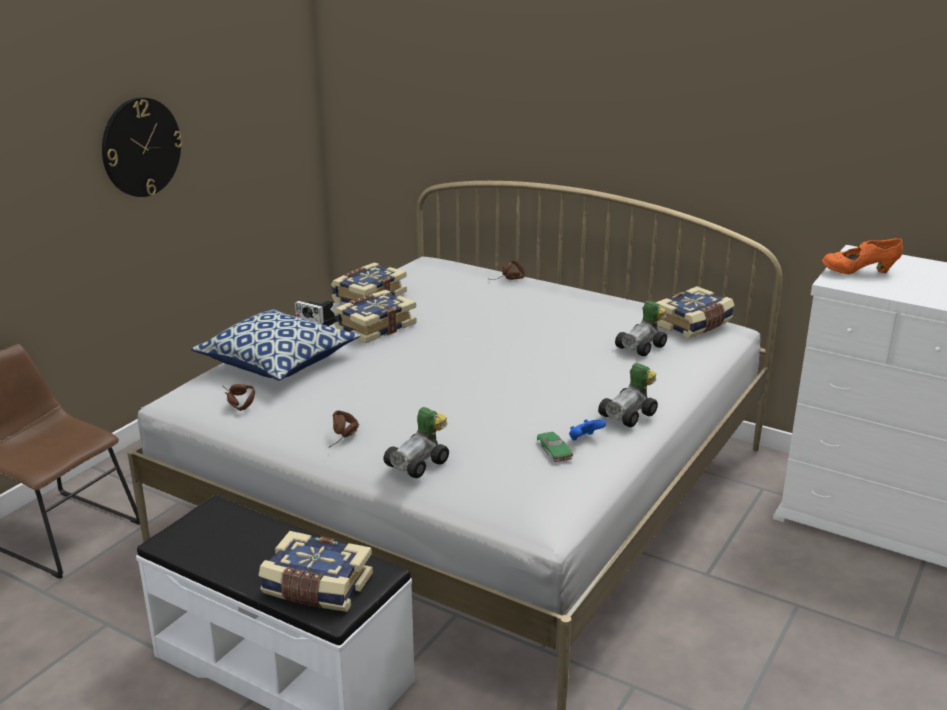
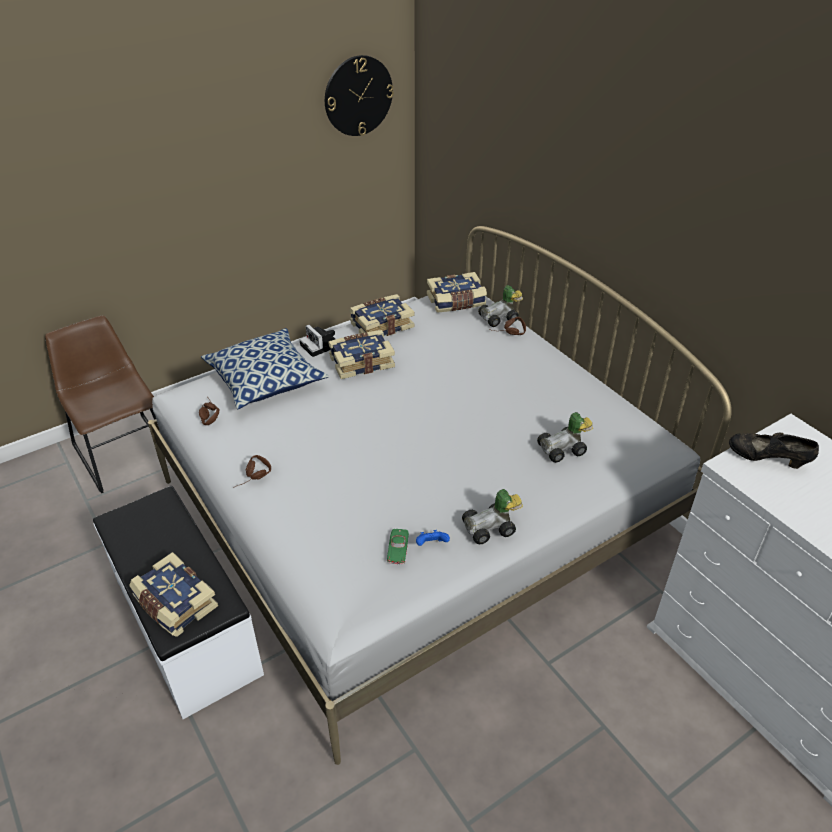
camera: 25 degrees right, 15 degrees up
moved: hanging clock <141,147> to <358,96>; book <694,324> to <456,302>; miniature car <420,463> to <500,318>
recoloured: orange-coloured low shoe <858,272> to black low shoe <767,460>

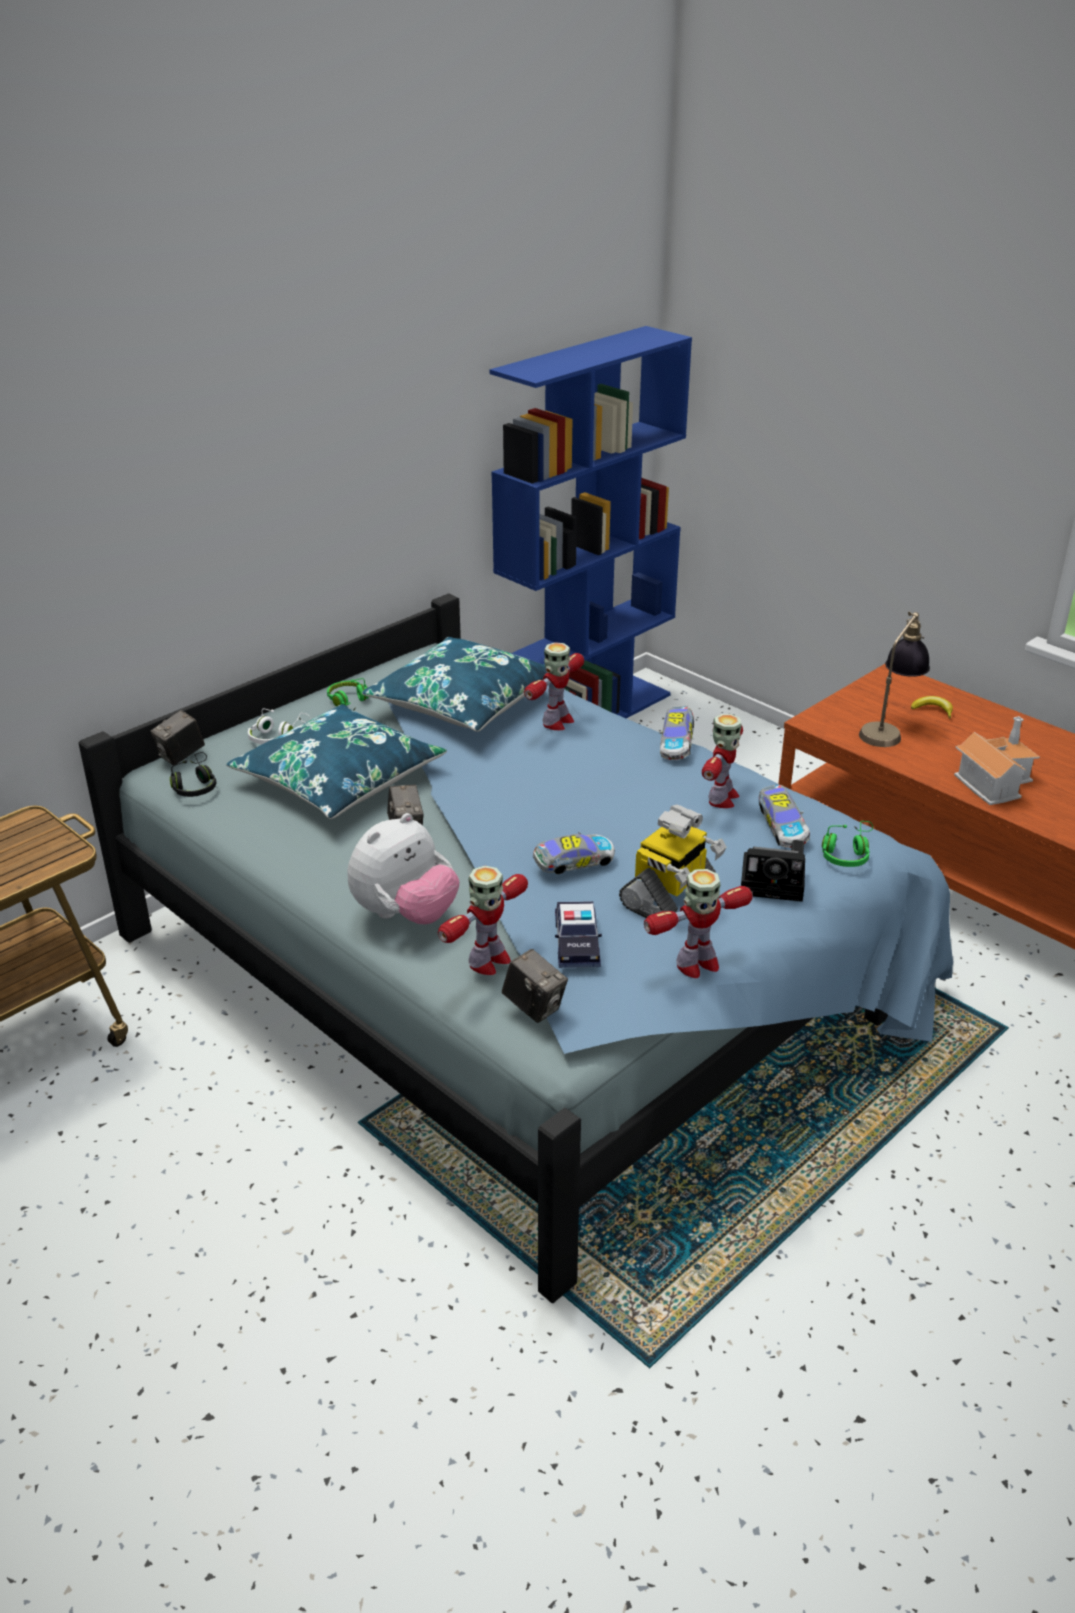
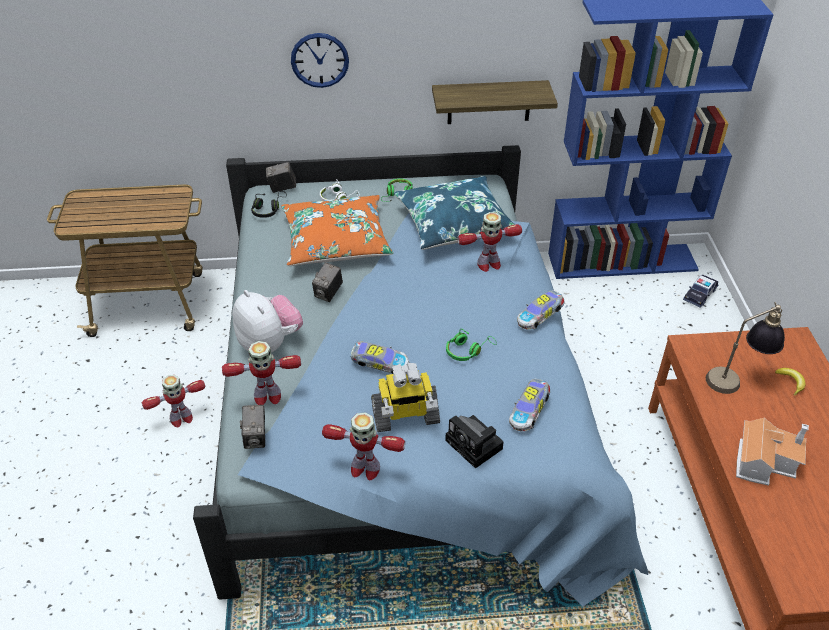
camera: 40 degrees right, 10 degrees up
added: hanging clock <320,60>; wall shelf <489,102>
moved: robot figure <721,799> to <181,418>; green-coloured headset <847,853> to <468,350>; miniature car <577,943> to <700,294>
recoloured: bluish throw pillow <339,779> to orange-coloured throw pillow <336,241>
turned: plush toy <405,914> = <270,343> 120 degrees counterclockwise

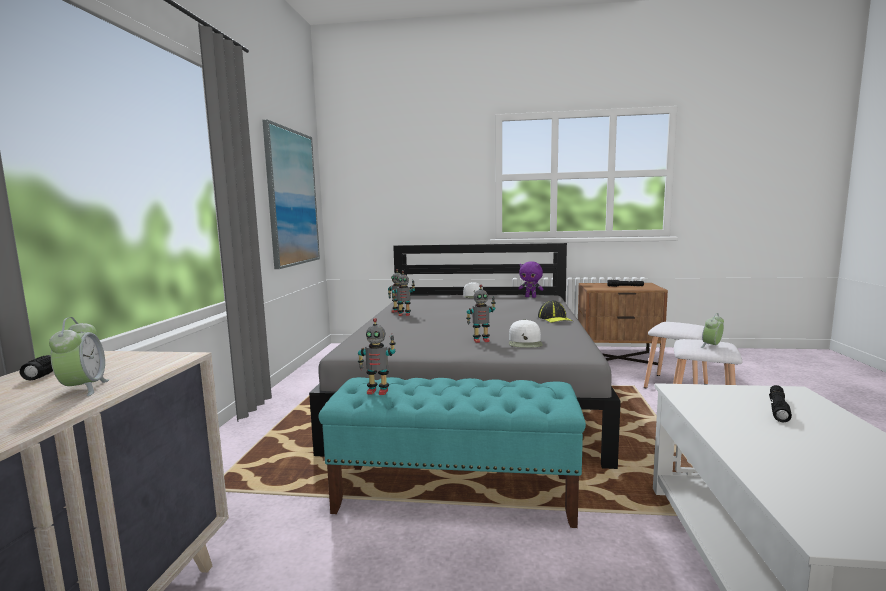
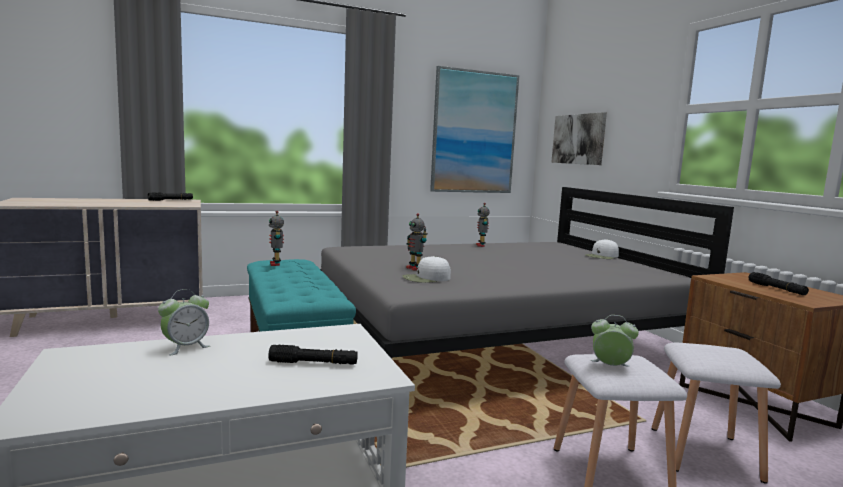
camera: 60 degrees right, 0 degrees up
removed: purple-coloured plush toy <531,297>; robot figure <404,314>; cap <555,319>
added: picture <578,139>
moved: alarm clock <84,389> to <185,347>

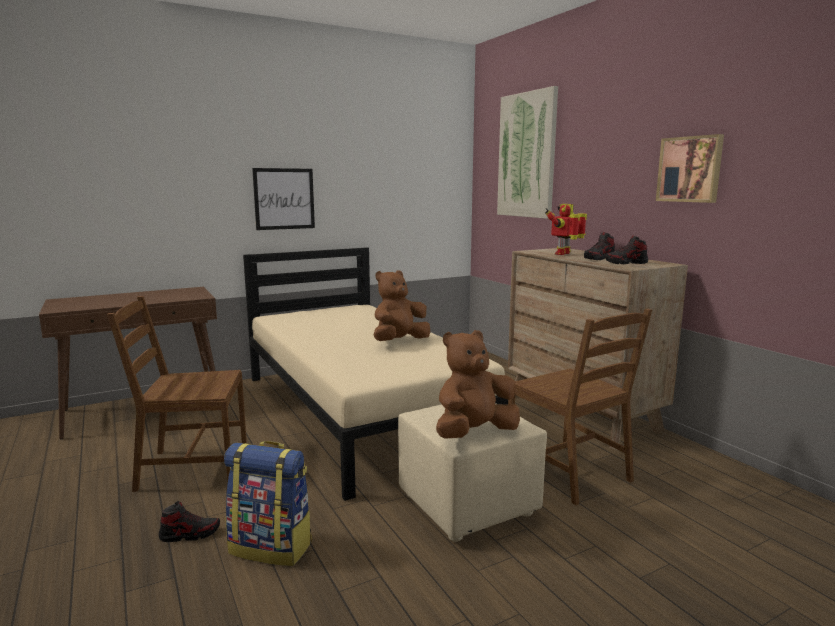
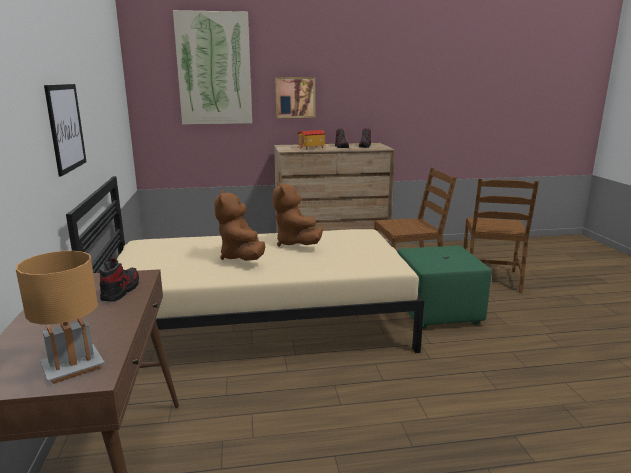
camera: 70 degrees left, 5 degrees up
removed: knapsack <272,547>
added: brownish lamp for a table <73,367>
moved: picture <690,169> to <295,97>; brownish chair <192,468> to <491,279>; brownish plush toy <474,433> to <242,258>; low shoe <190,534> to <120,290>
replaced: robot figure <564,254> to miniature house <311,148>
recoloured: beige-coloured pouffe <468,504> to green-coloured pouffe <436,312>

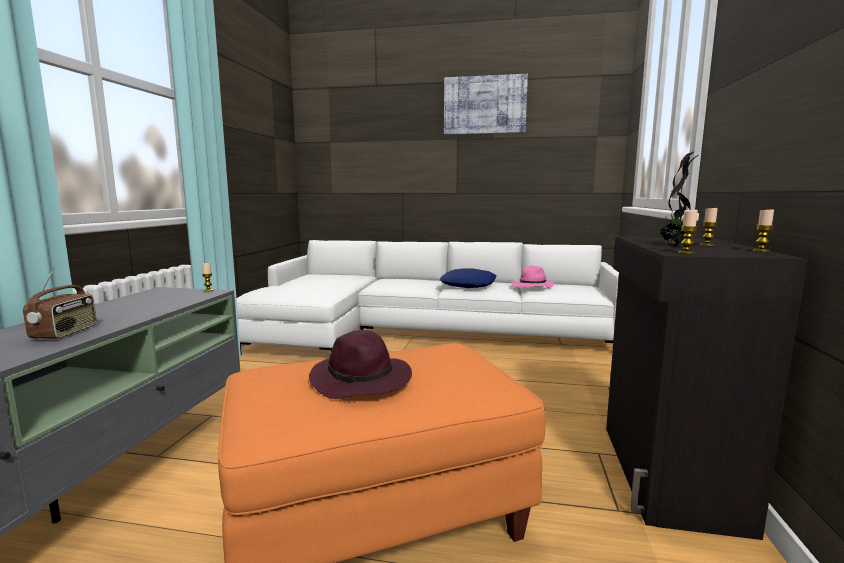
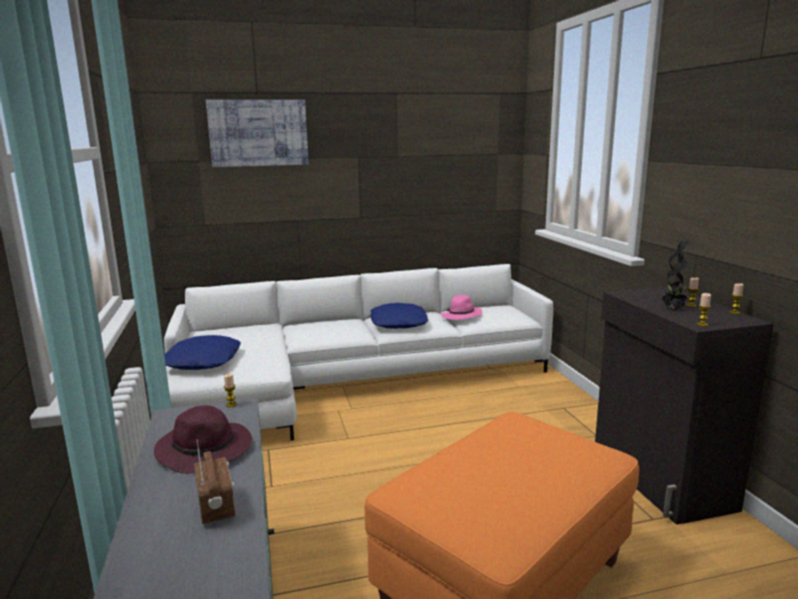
camera: 25 degrees left, 5 degrees up
added: bluish throw pillow <204,361>
moved: picture <484,105> to <258,133>; purple-coloured wearable hat <362,381> to <206,451>

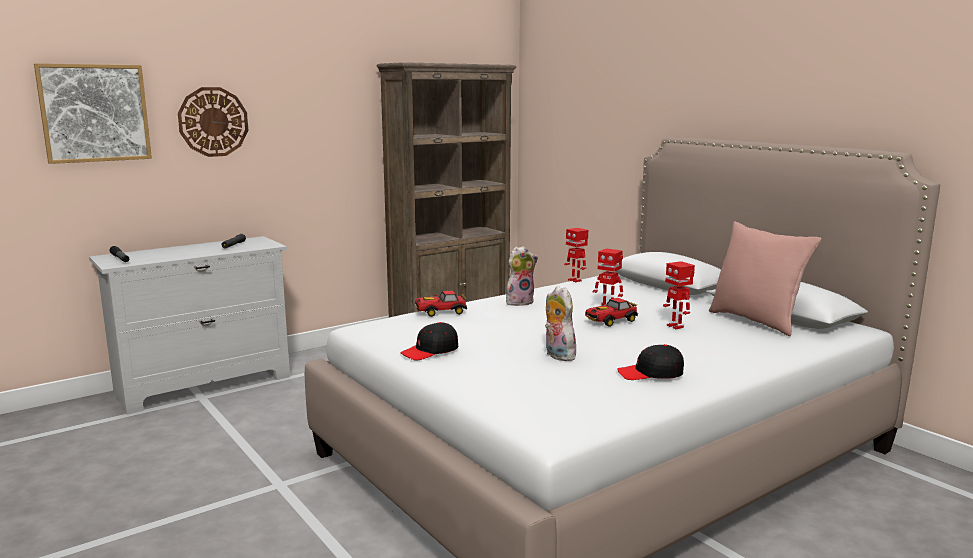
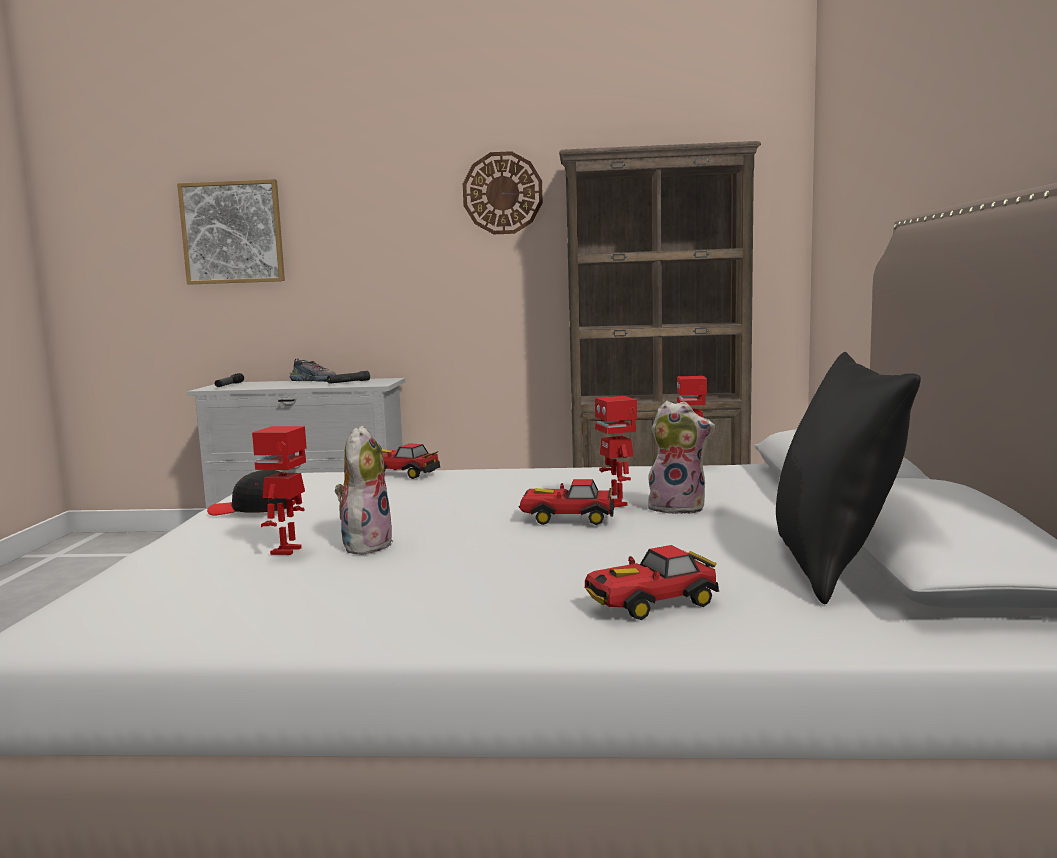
camera: 40 degrees right, 5 degrees down
removed: black cap <651,373>
added: low shoe <314,381>; miniature car <651,604>
moved: hanging clock <213,122> to <502,193>; plush toy <520,302> to <678,508>; robot figure <676,326> to <288,551>
recoloured: pink-coloured throw pillow <756,321> to black throw pillow <833,567>

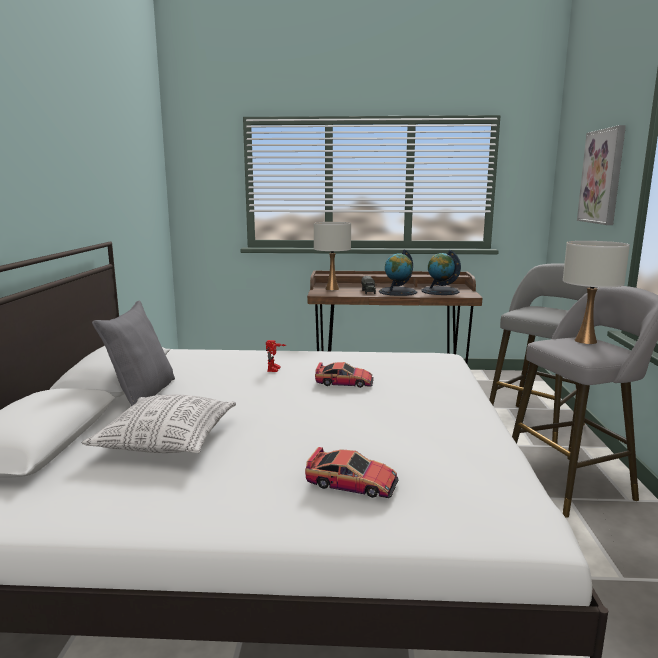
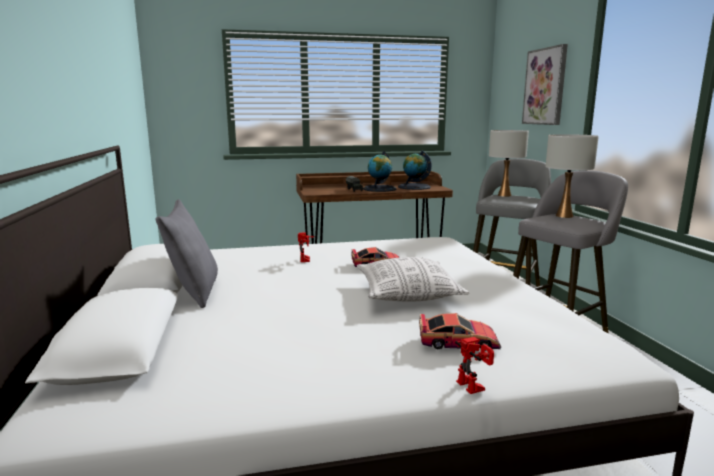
camera: 15 degrees left, 0 degrees up
added: robot figure <474,386>
moved: white lamp for a table <332,289> to <504,195>; throw pillow <167,441> to <407,294>

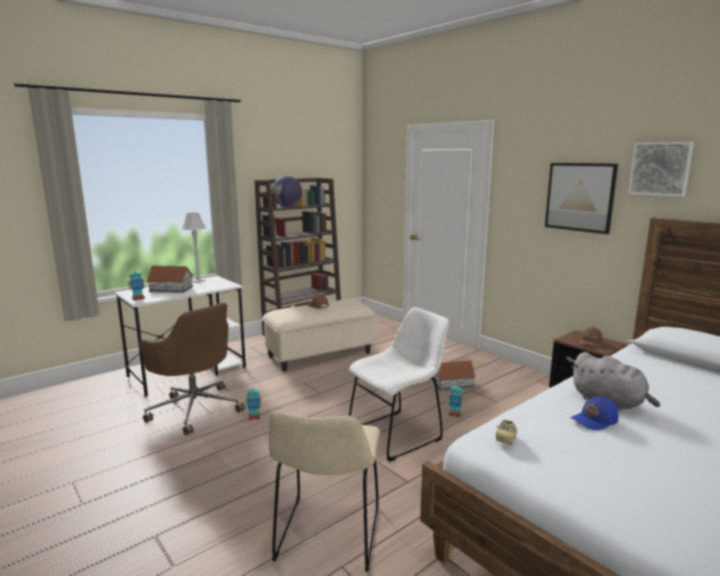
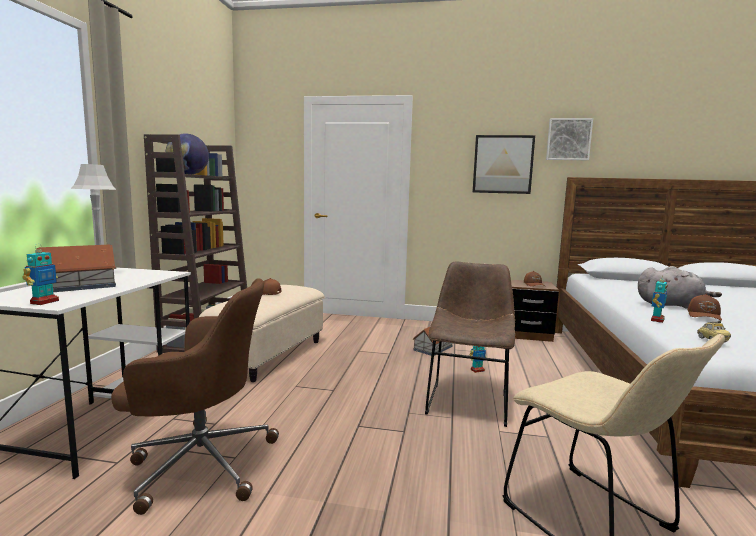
camera: 40 degrees left, 5 degrees down
moved: robot figure <254,417> to <656,320>
recoloured: white chair <398,433> to brownish chair <468,400>; bluish cap <595,421> to brownish cap <705,316>

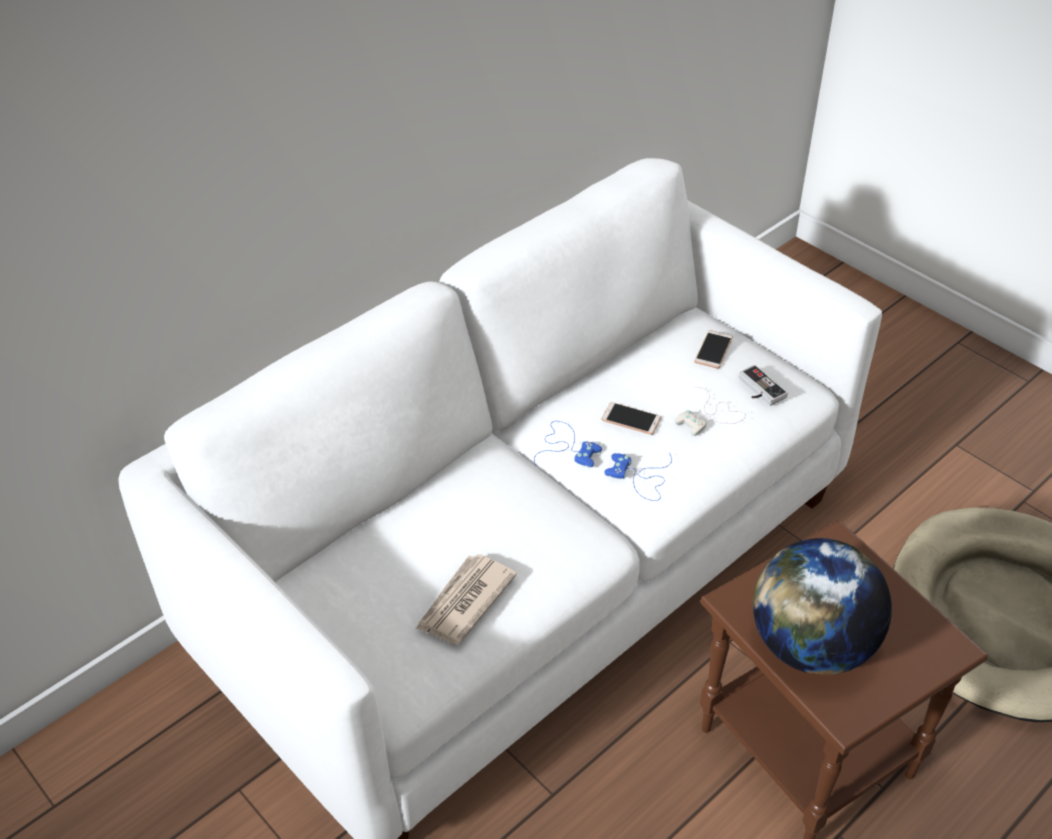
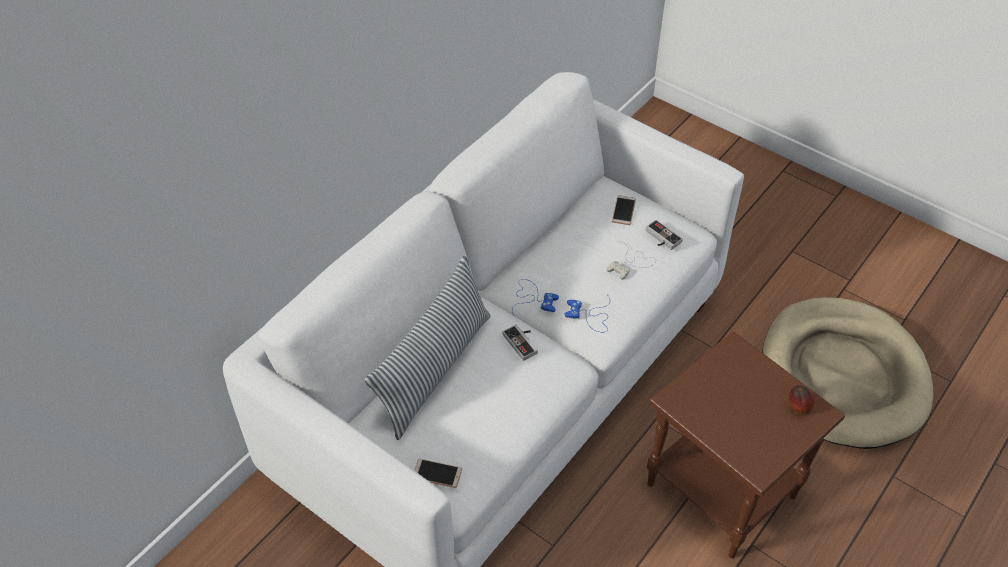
camera: 10 degrees left, 5 degrees up
removed: world globe <810,646>; newspaper <464,602>
added: throw pillow <435,369>; game controller <523,342>; apple <797,408>
moved: telephone <631,419> to <437,473>

